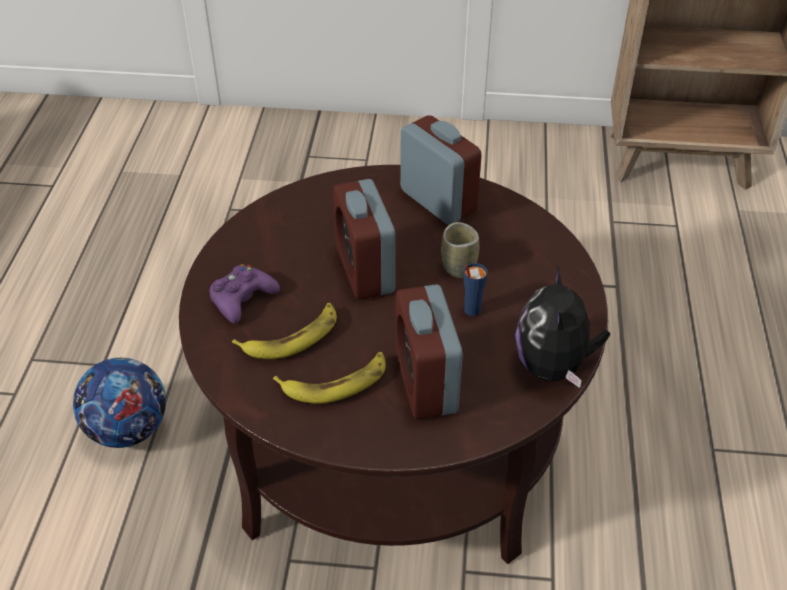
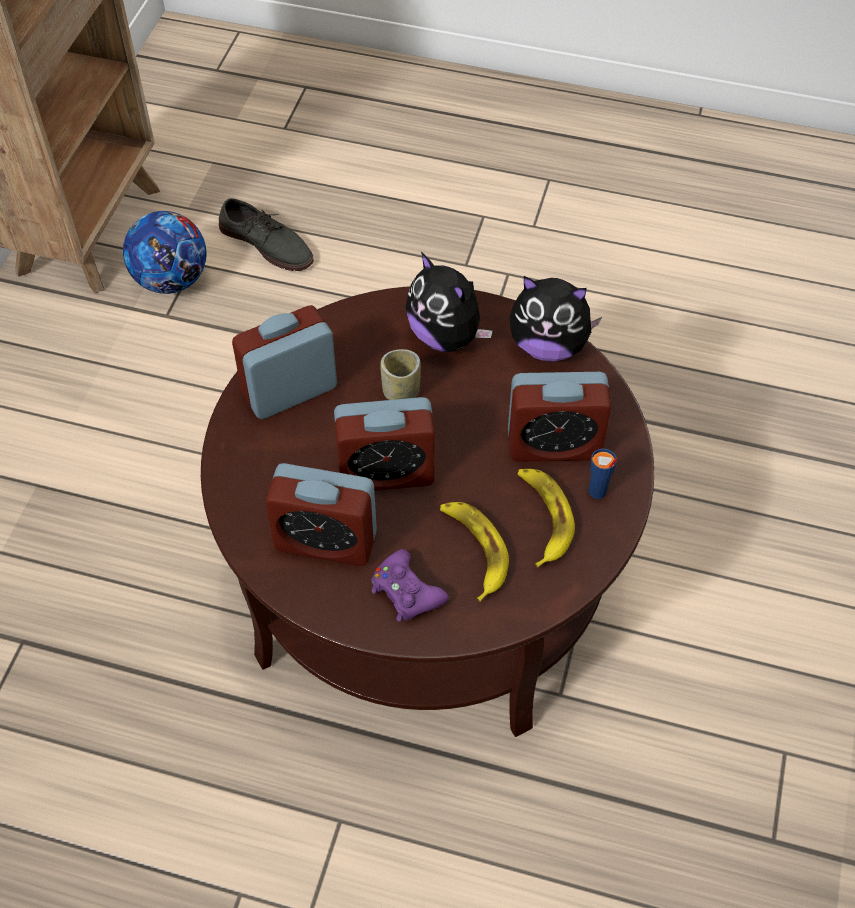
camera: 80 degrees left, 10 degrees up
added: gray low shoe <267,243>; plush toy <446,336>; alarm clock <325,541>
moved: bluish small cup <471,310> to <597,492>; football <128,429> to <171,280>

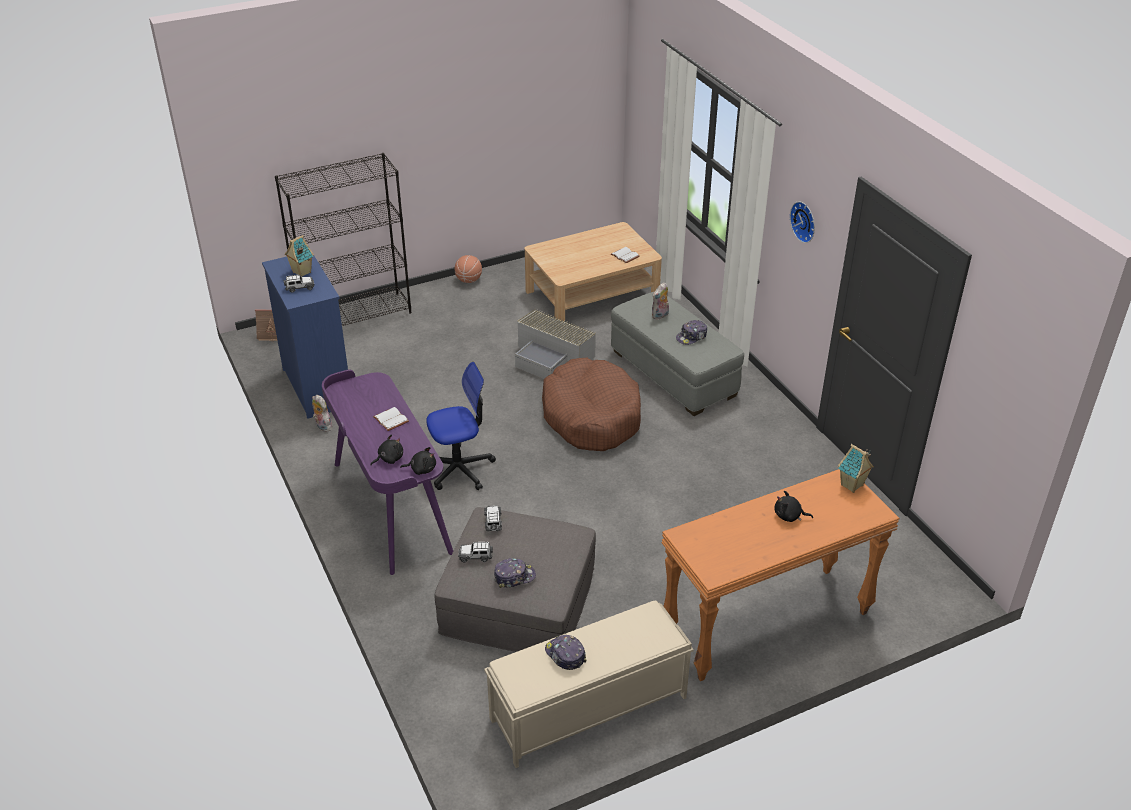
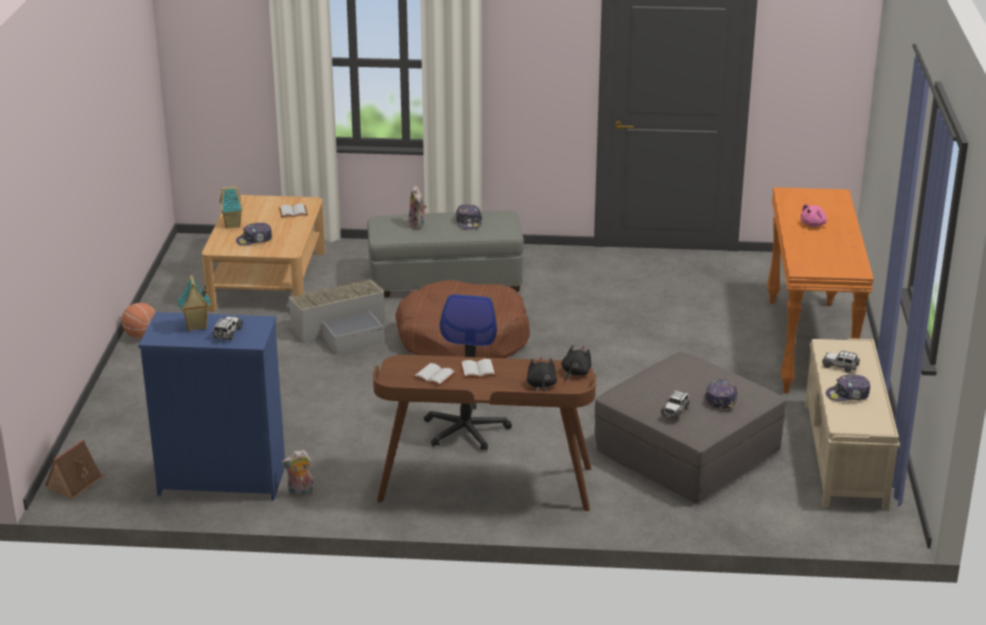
camera: 60 degrees left, 10 degrees down
removed: black bookcase <355,315>; hanging clock <805,221>
added: cap <254,240>; white book <433,376>
moved: miniature house <852,486> to <233,225>; miniature car <493,522> to <840,366>
recoloured: purple-coloured desk table <390,507> to brownish desk table <485,485>; black plush toy <789,516> to pink-coloured plush toy <814,224>

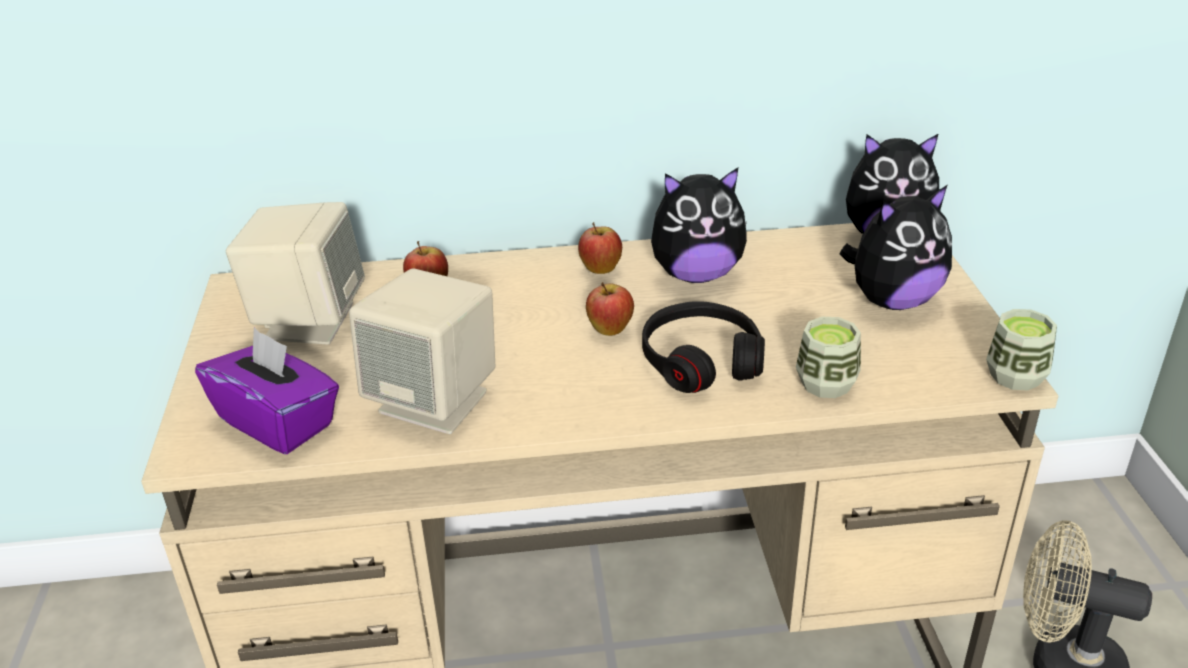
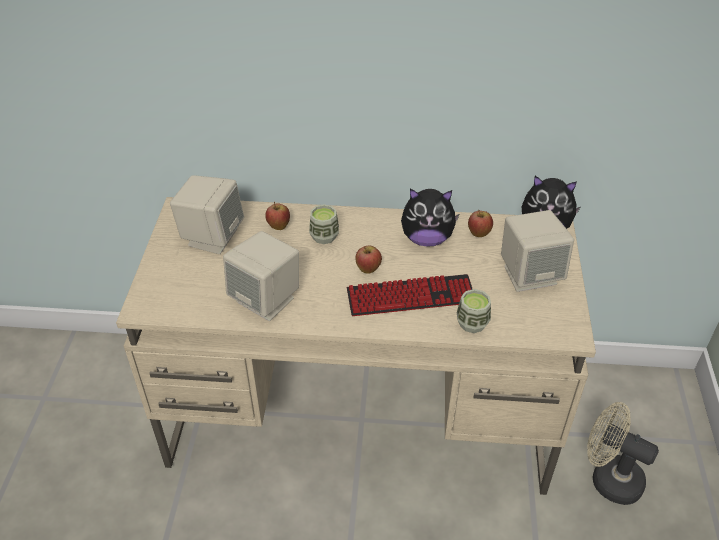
camera: 10 degrees right, 10 degrees up
removed: purple-coloured tissue box <278,422>
moved: apple <600,270> to <478,234>; small cup <1015,376> to <324,236>
replaced: plush toy <892,300> to beige-coloured loudspeaker <530,274>; black headset <701,360> to computer keyboard <410,297>

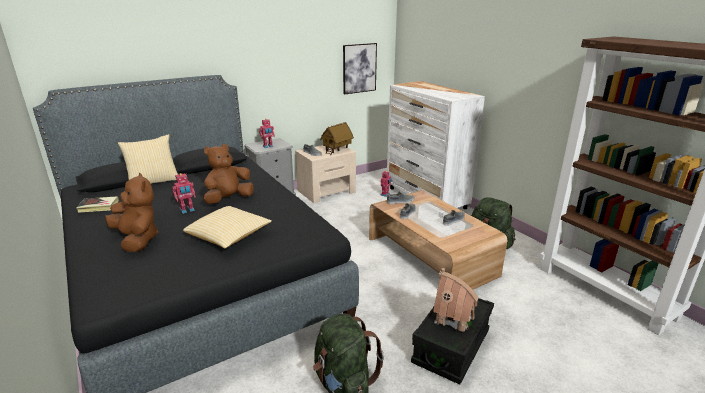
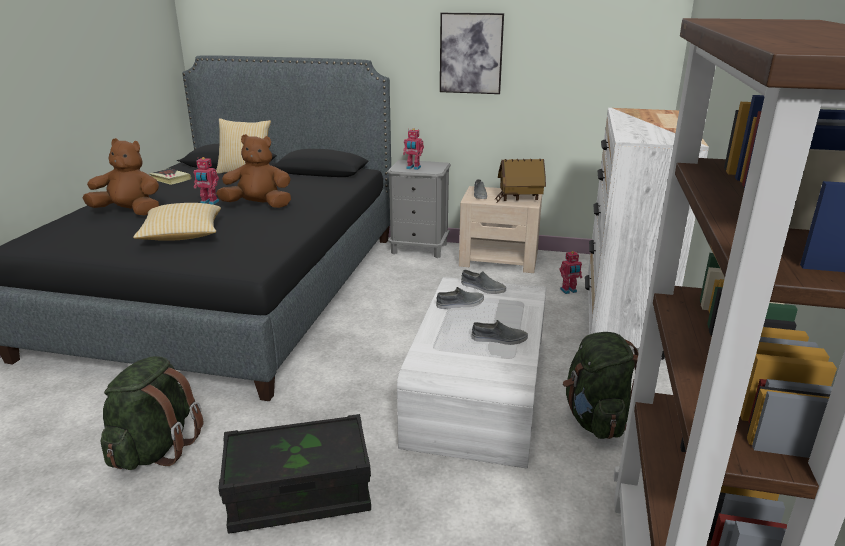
camera: 45 degrees right, 0 degrees up
removed: miniature house <453,318>
moved: picture <359,68> to <471,53>
recoloured: brownish lounge table <430,256> to white lounge table <478,389>
turned: brownish plush toy <137,240> = <129,212> 90 degrees counterclockwise

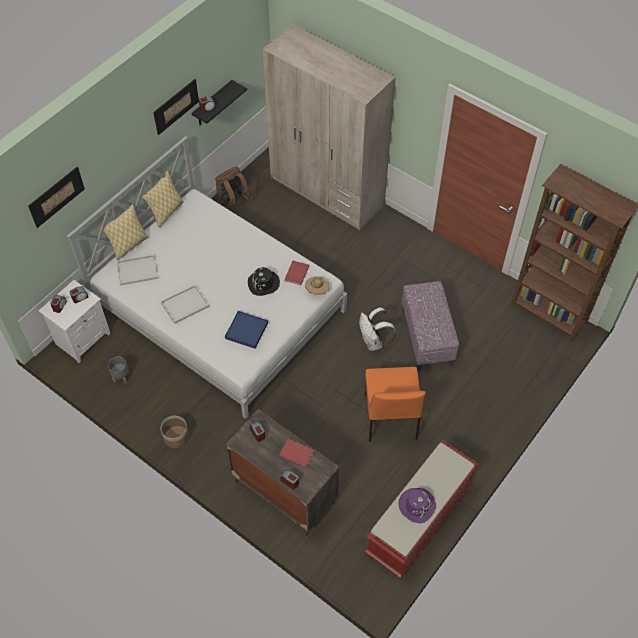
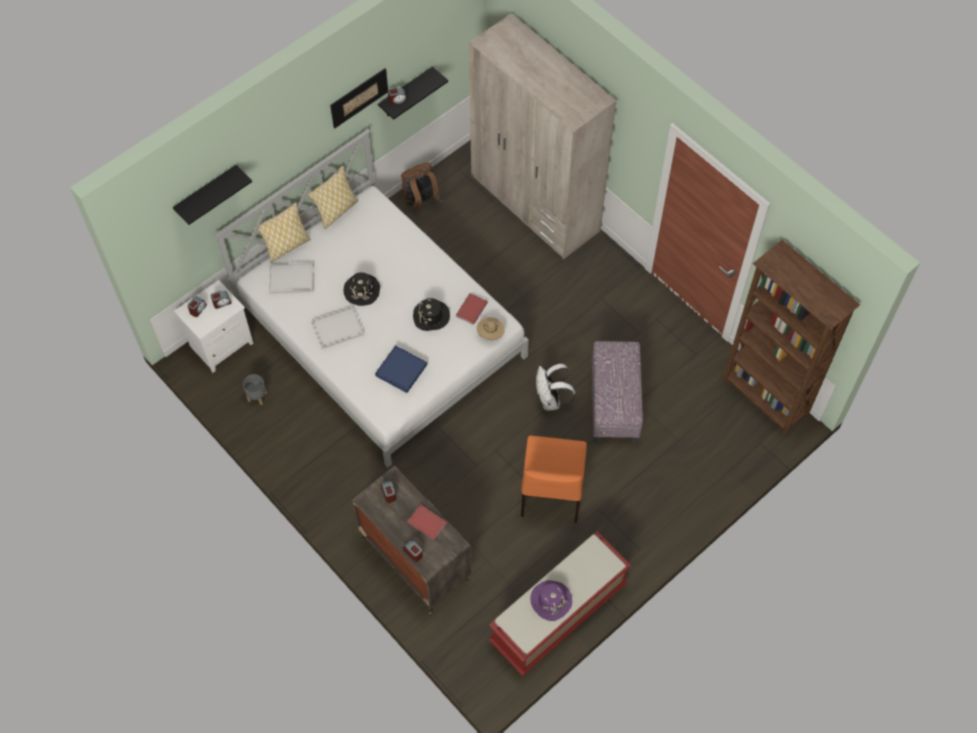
camera: 10 degrees right, 5 degrees up
removed: flower pot <176,437>
added: black wearable hat <362,290>
replaced: picture <56,196> to black wall shelf <207,194>

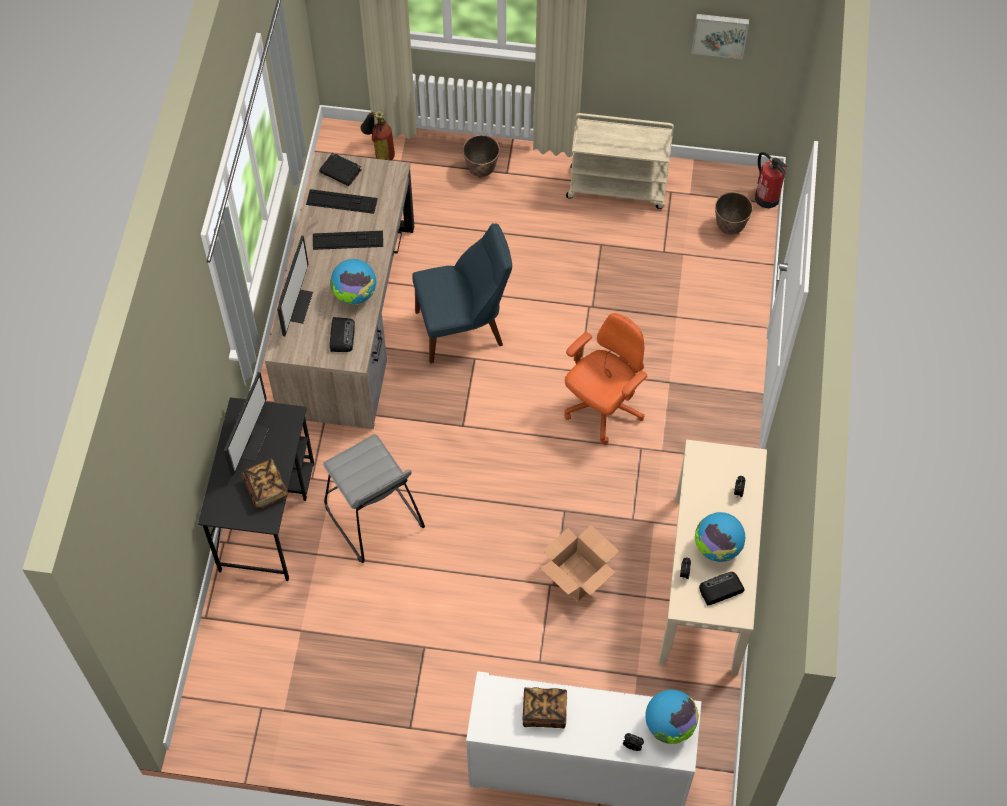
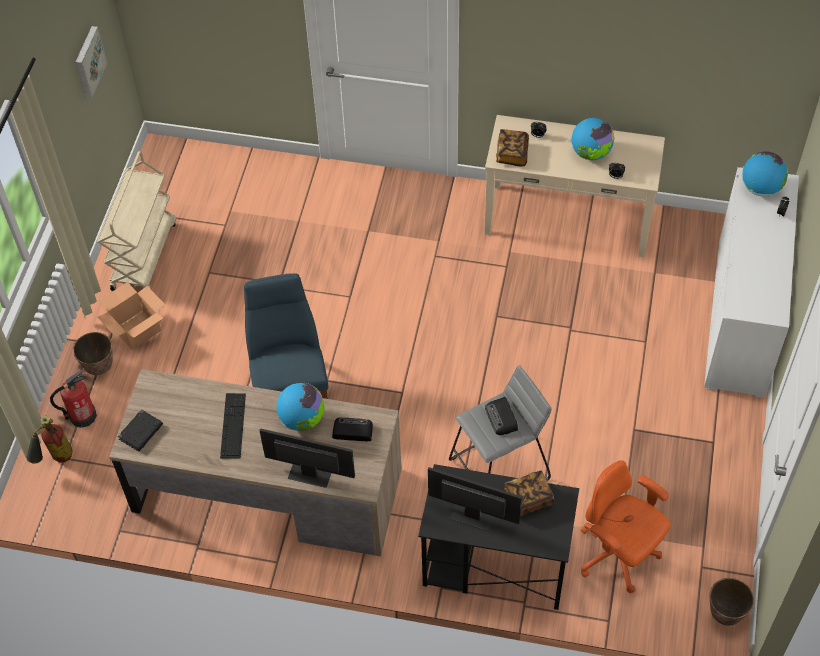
camera: 85 degrees left, 5 degrees down
removed: computer keyboard <341,201>
moved: extinguisher <766,197> to <82,416>; flower pot <730,227> to <725,614>; orange-coloured desk chair <602,408> to <618,555>; packing box <576,575> to <137,330>; radio receiver <720,590> to <502,418>; book <544,712> to <512,154>

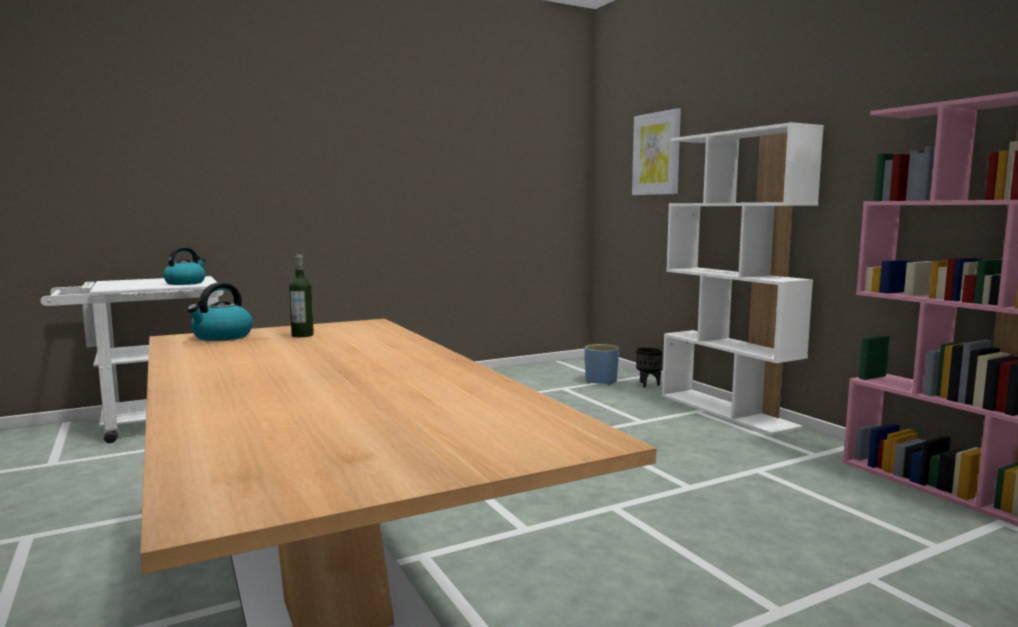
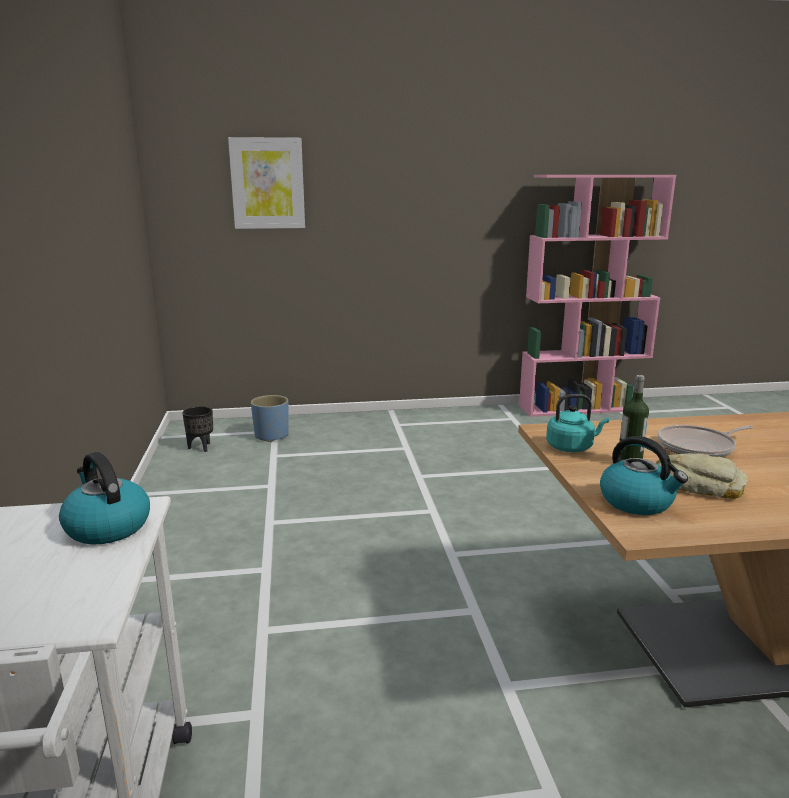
camera: 70 degrees left, 10 degrees up
removed: white bookcase <728,411>
added: blue-green water kettle <572,447>; skillet <698,447>; baked bread <698,485>
moved: black flower pot <648,384> to <201,447>

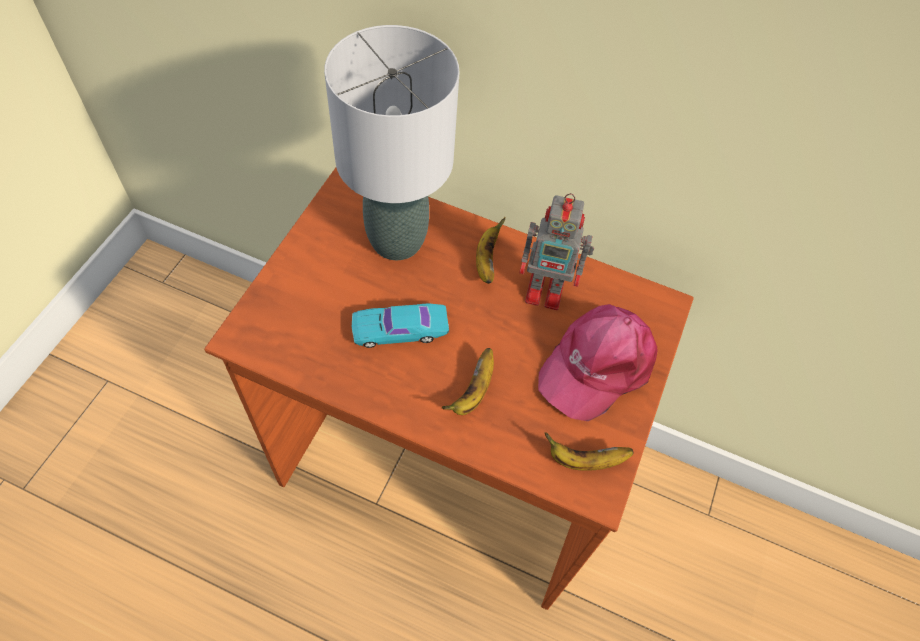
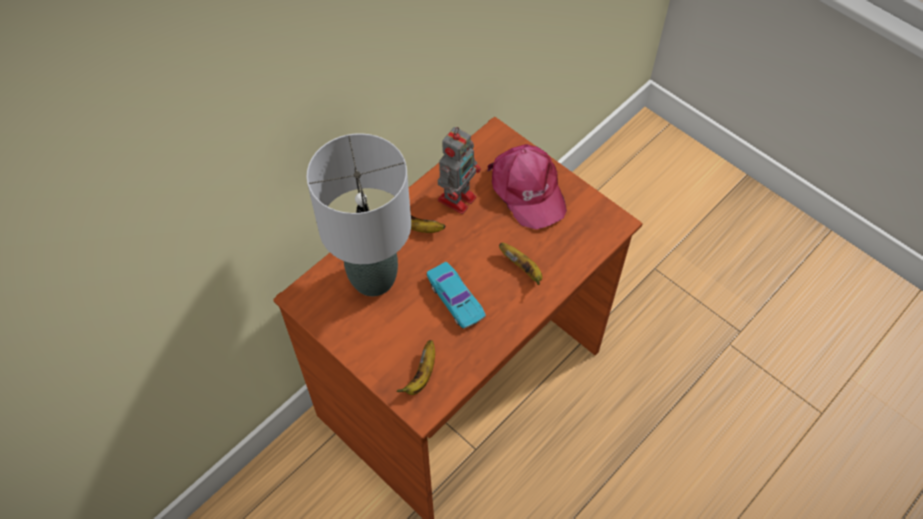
camera: 65 degrees left, 0 degrees up
moved: banana <584,460> to <421,375>
turned: blue-green miniature car <400,329> = <455,299> 45 degrees counterclockwise

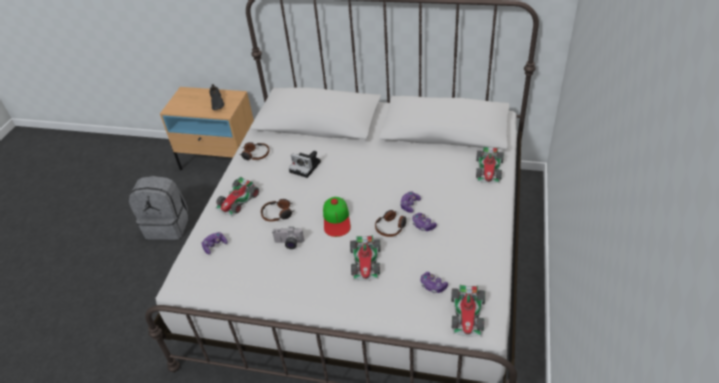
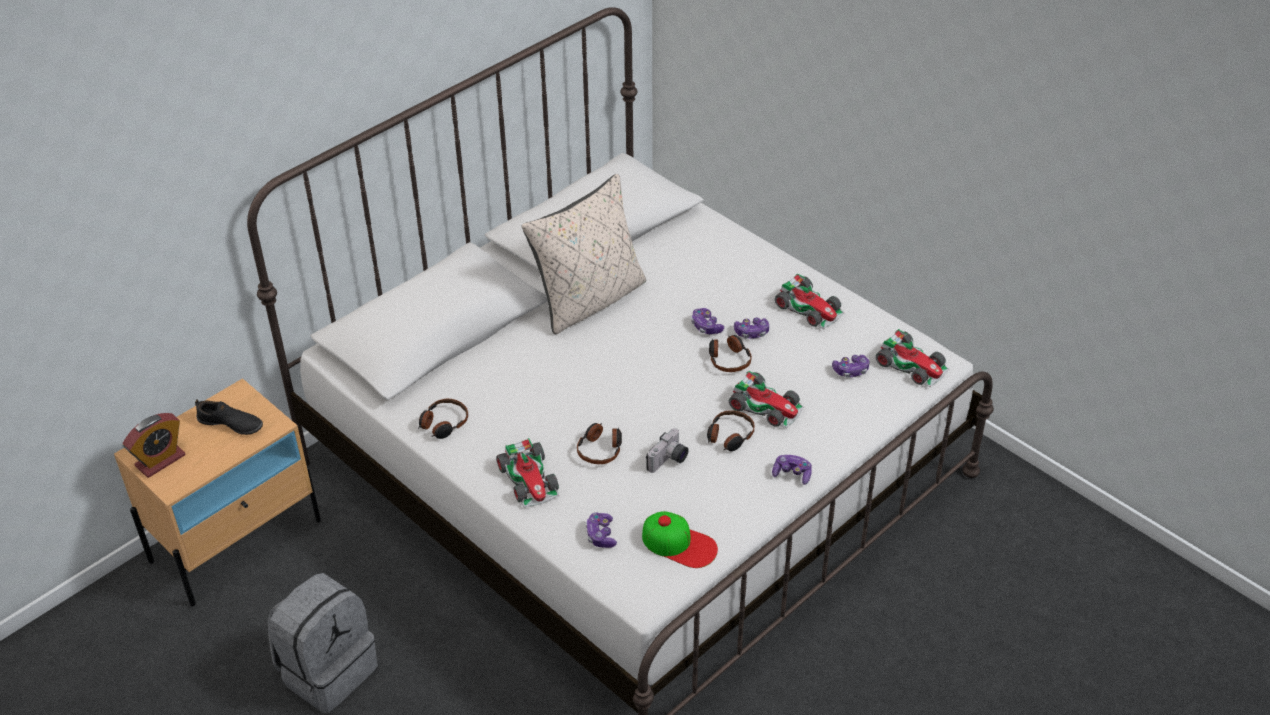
camera: 60 degrees left, 0 degrees up
removed: still camera <306,167>
added: beige-coloured throw pillow <589,300>; headset <729,436>; alarm clock <160,460>; game controller <792,474>
moved: miniature car <489,170> to <810,308>; cap <336,219> to <679,543>

